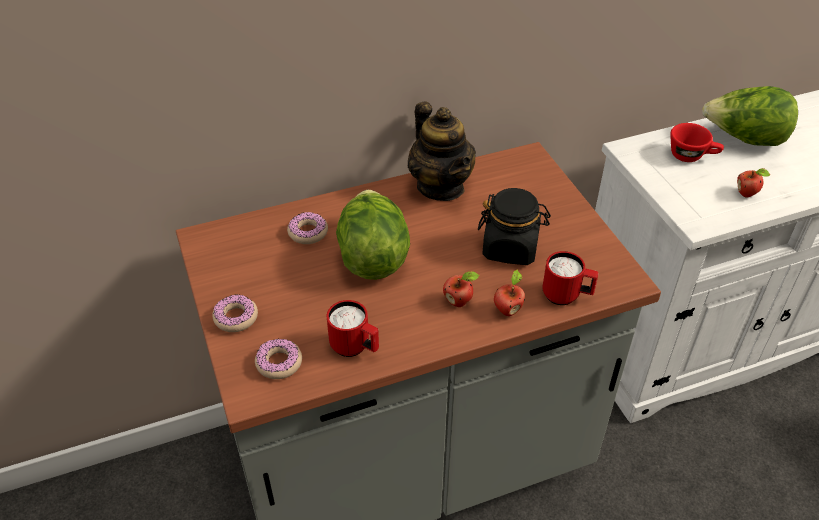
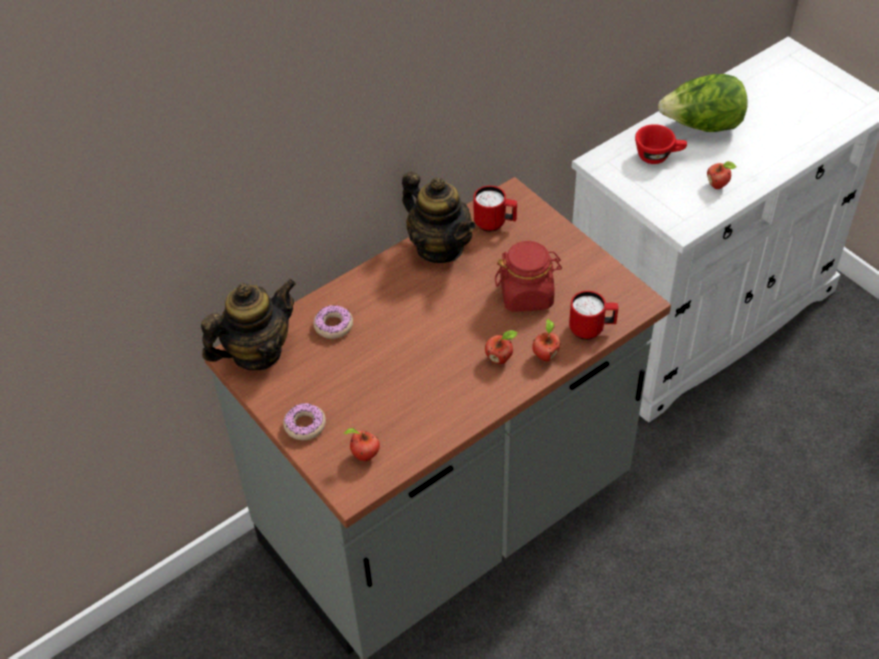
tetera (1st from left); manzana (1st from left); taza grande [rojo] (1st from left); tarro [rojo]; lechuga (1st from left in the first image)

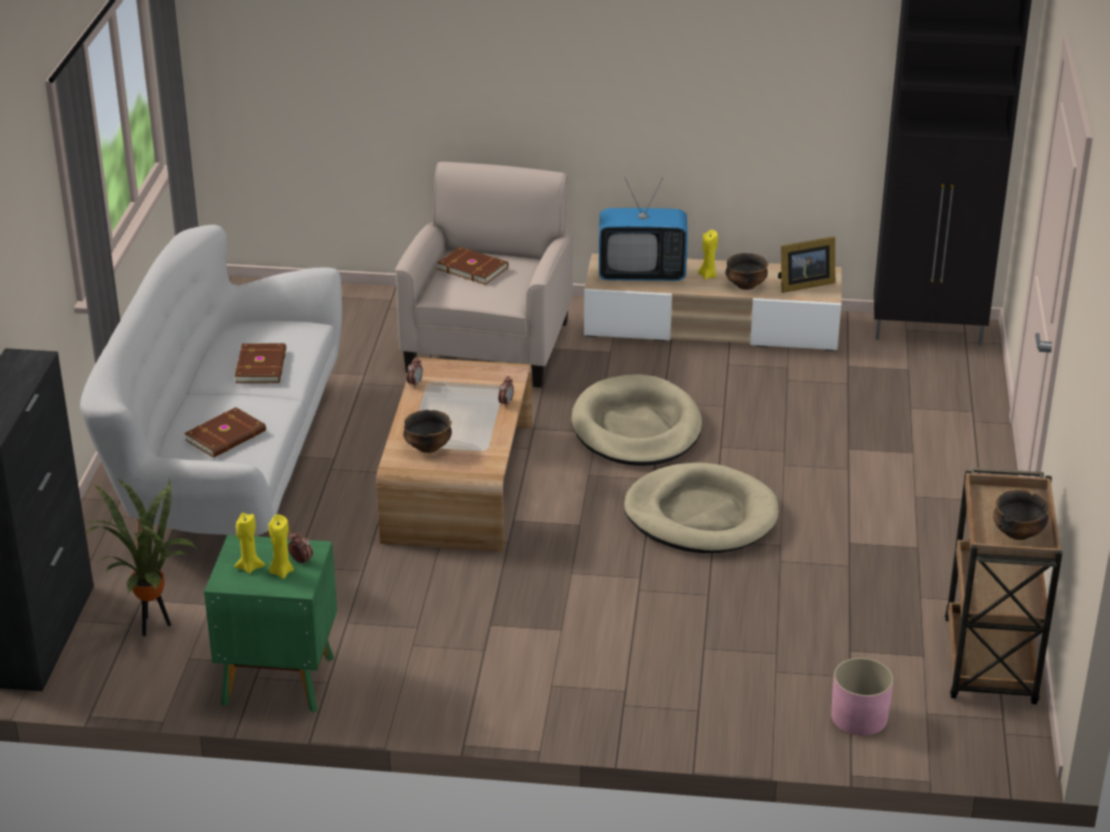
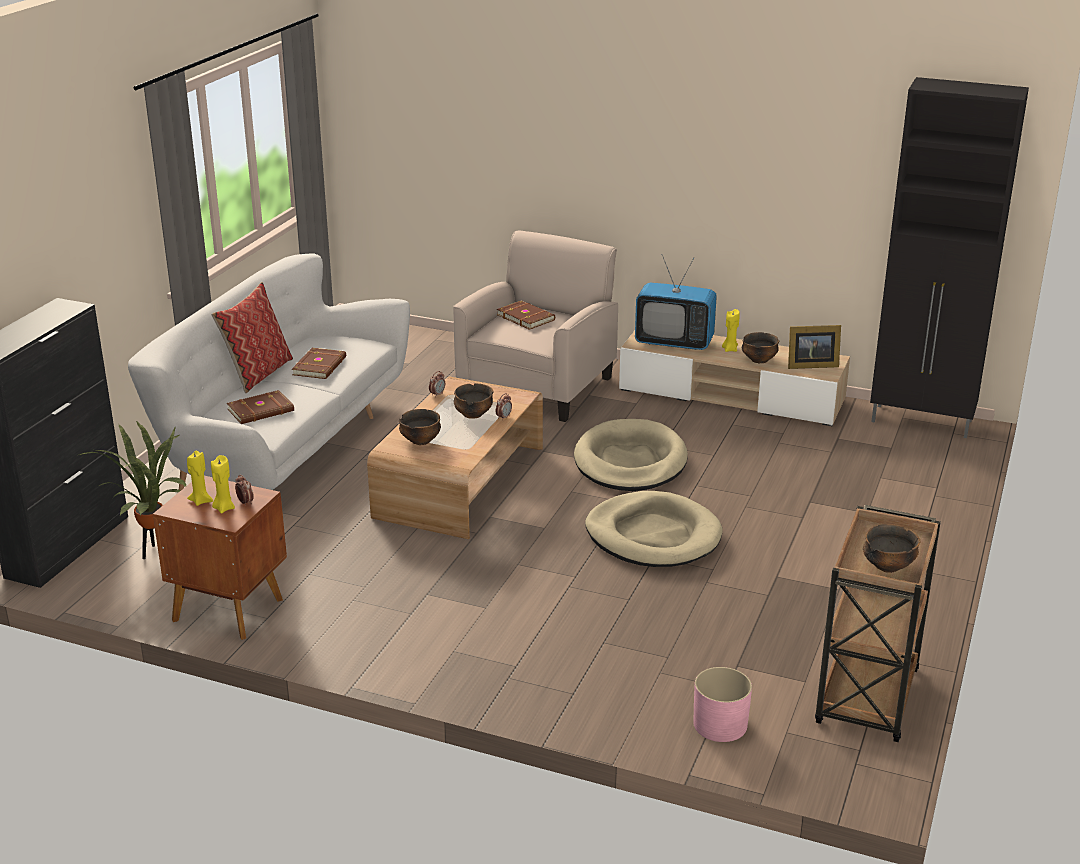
mesita de noche [marrón]; cojín; cuenco (2nd from left)

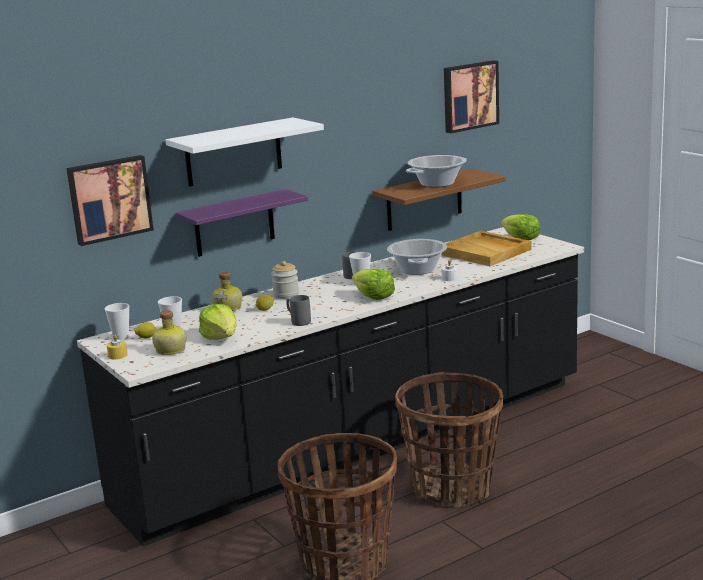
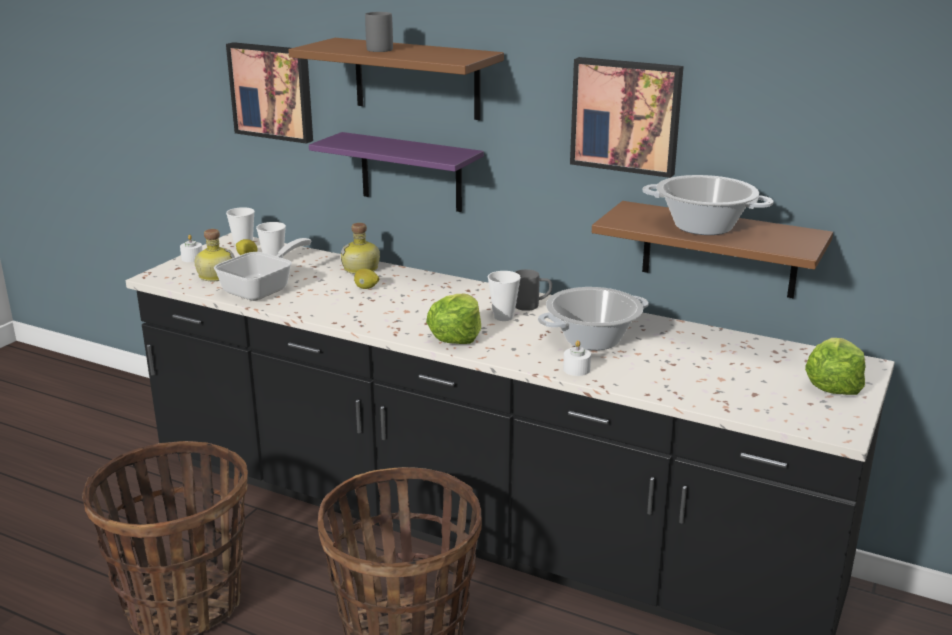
vela [blanco] (1st from left); sartén; estante [marrón] (1st from left); taza grande [gris] (1st from left); cuadro (2nd from left); tarro; bandeja [beis]

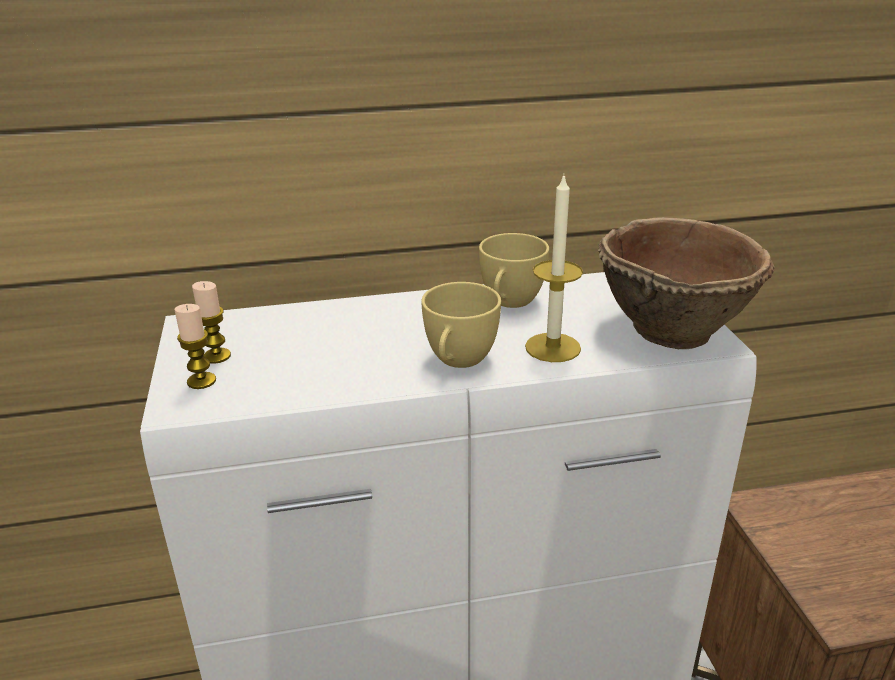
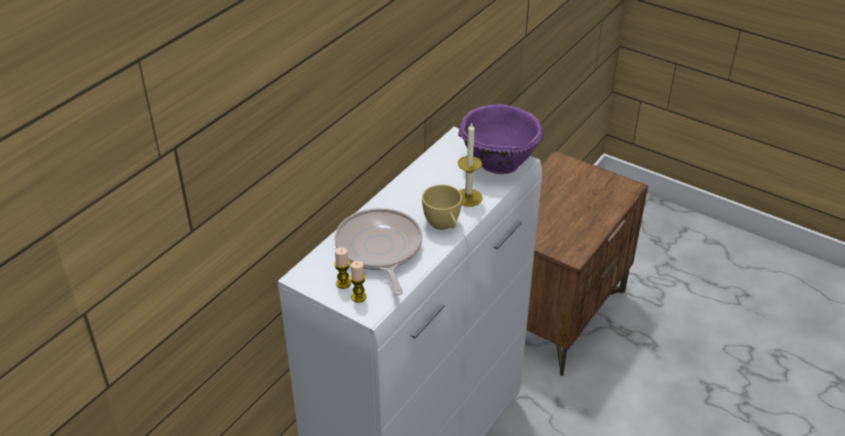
sartén; cuenco [morado]; taza [amarillo] (2nd from left in the first image)

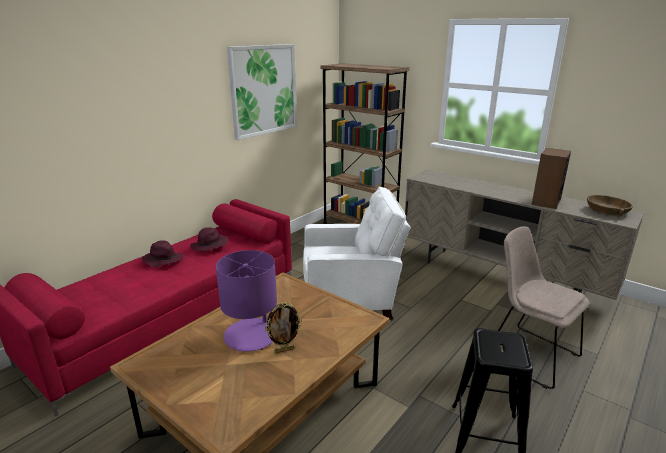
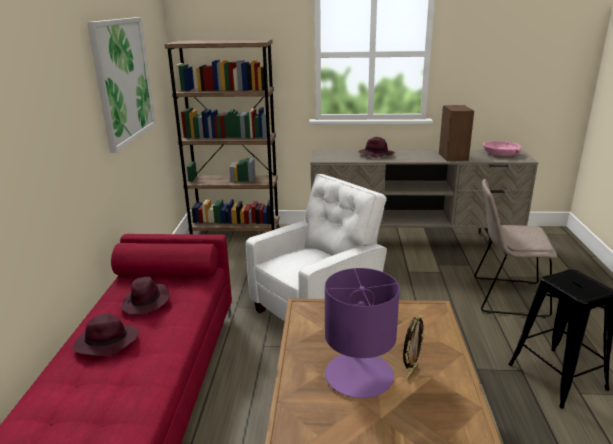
sombrero [morado] (3rd from left); cuenco [rosa]

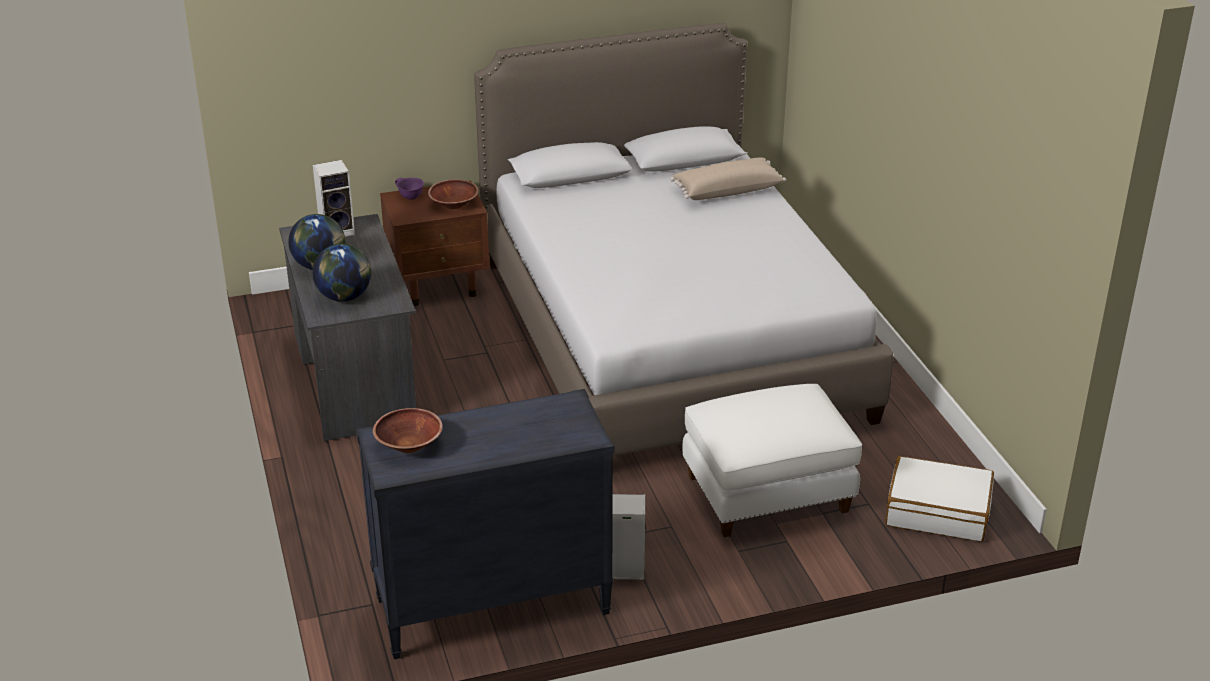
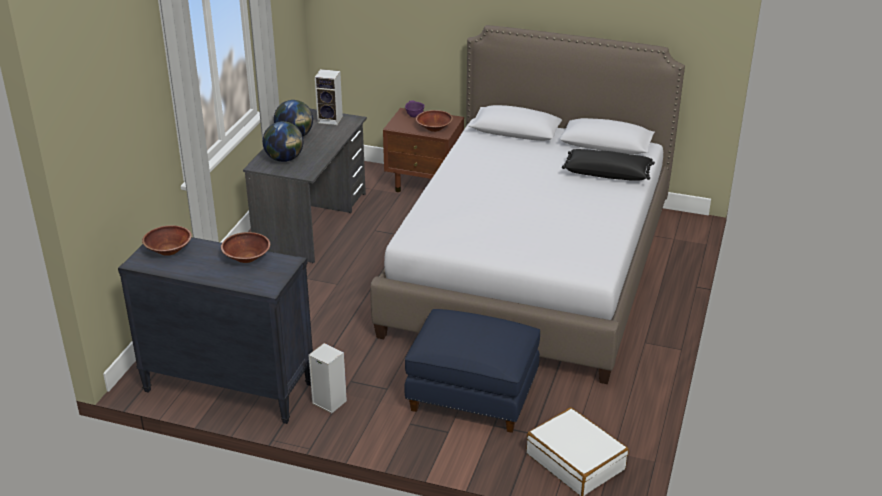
cuenco [marrón] (2nd from left); puf [azul]; cojín [negro]

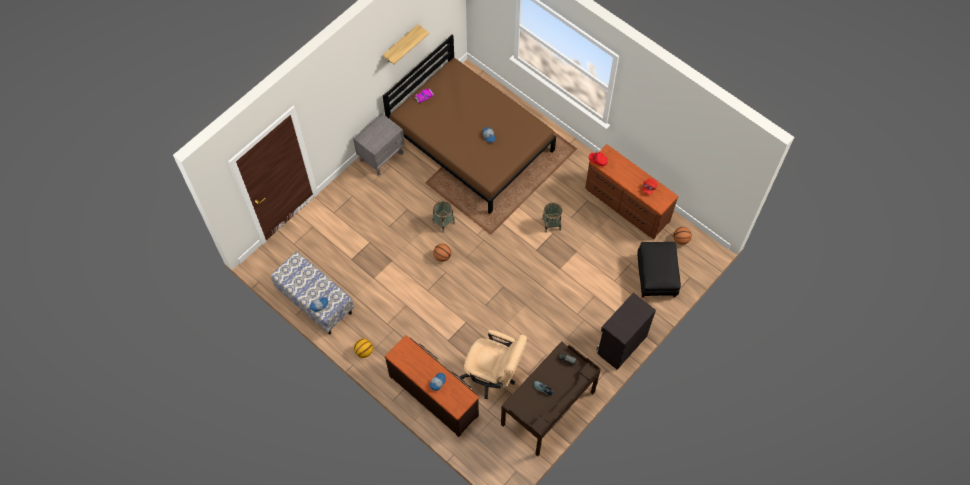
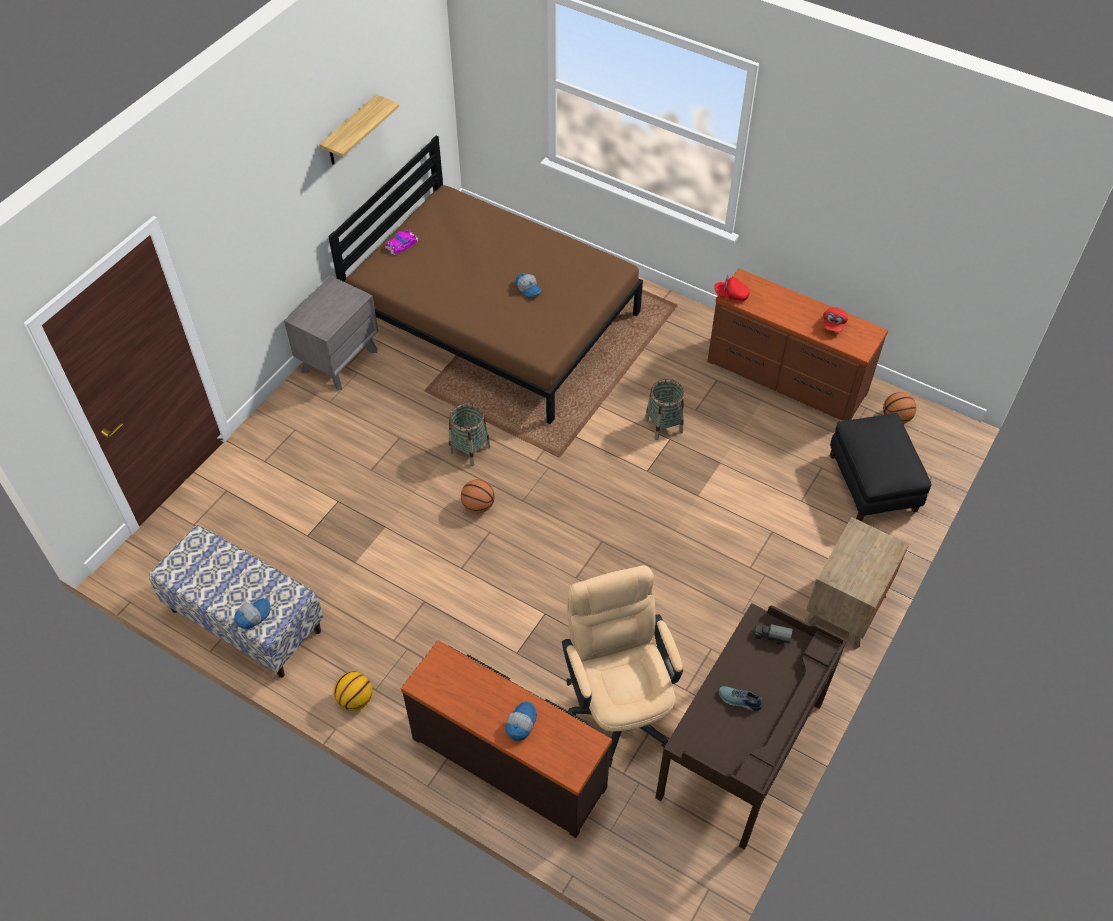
silla de oficina [beis]; mesita de noche [marrón]

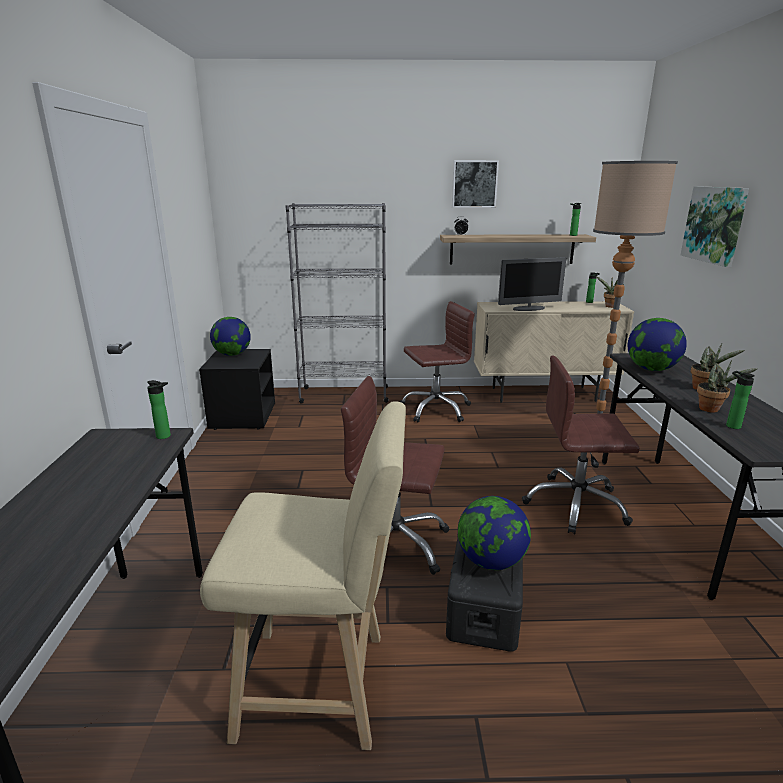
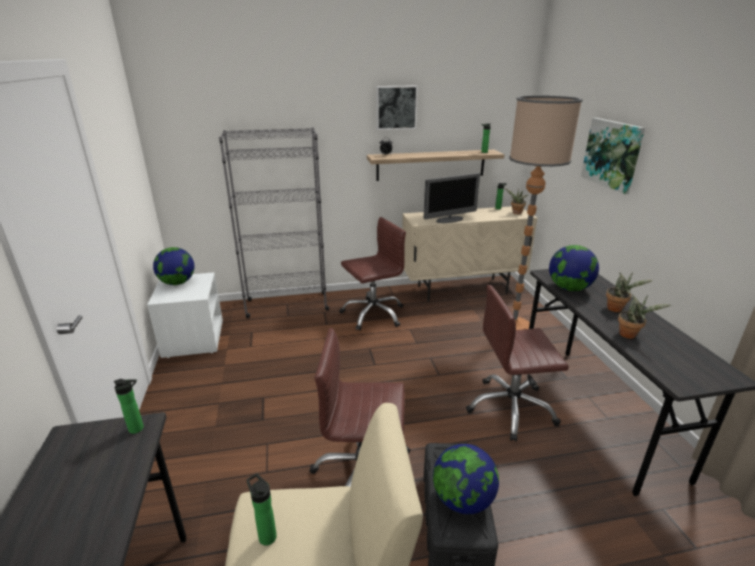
mesita de noche [blanco]; botella (2nd from left)

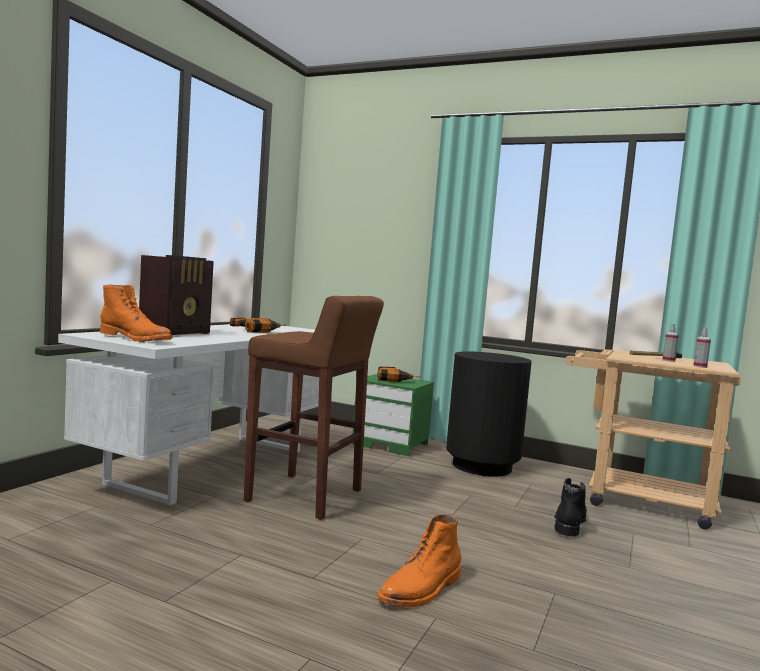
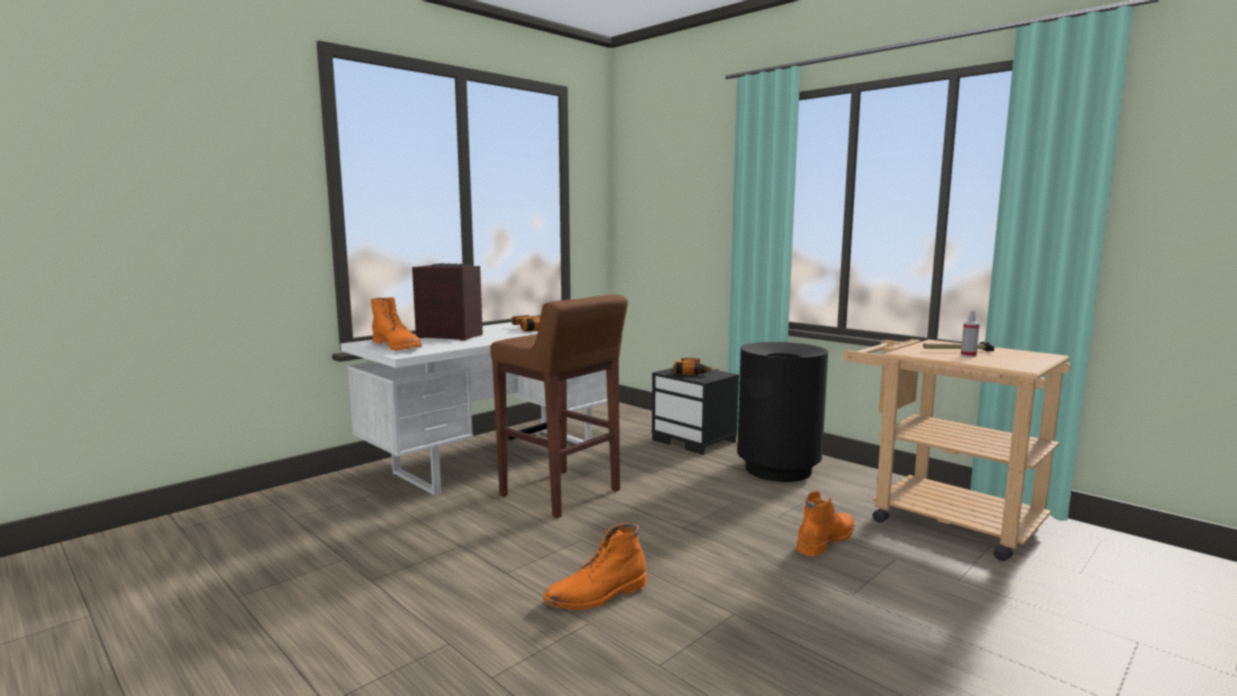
radio; mesita de noche [negro]; bota [naranja] (3rd from left); pulverizador (2nd from left in the first image)

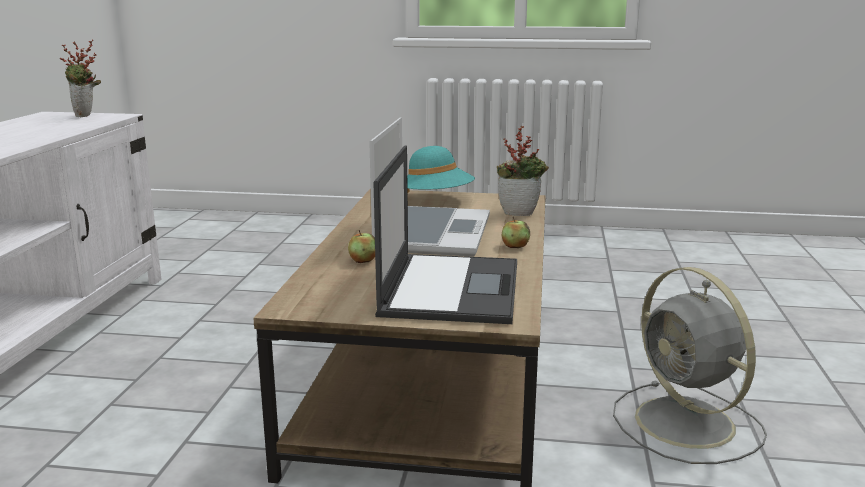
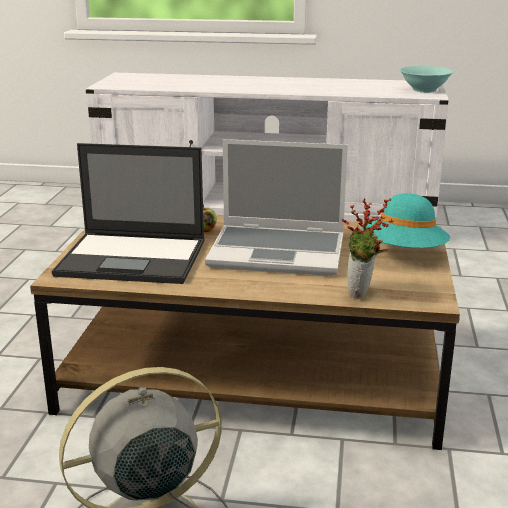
cuenco [turquesa]; manzana (2nd from left in the first image)

